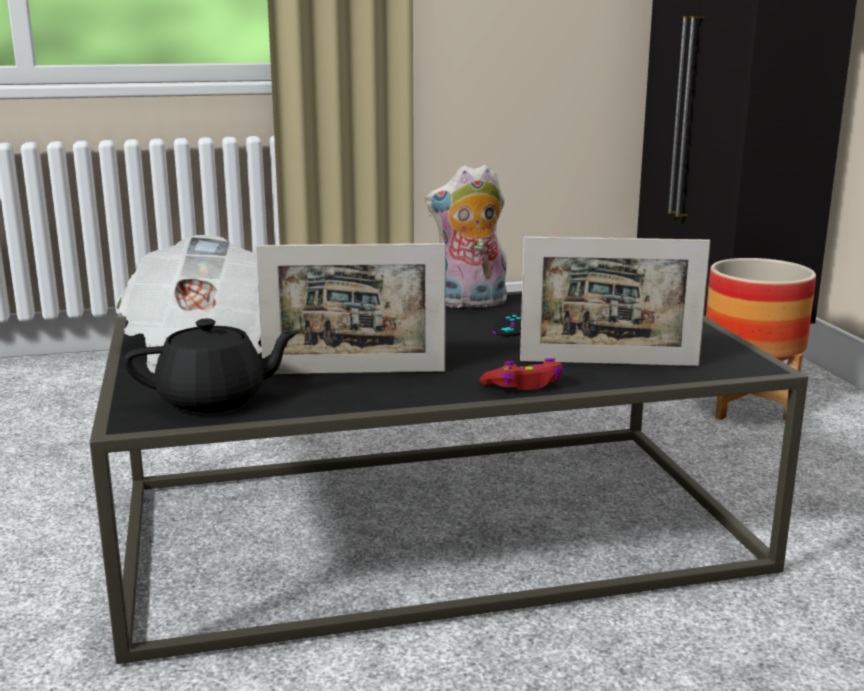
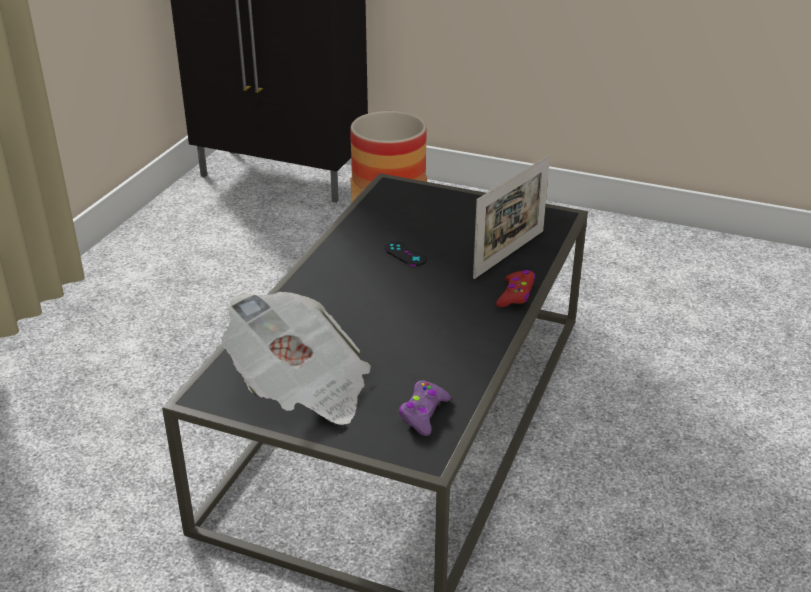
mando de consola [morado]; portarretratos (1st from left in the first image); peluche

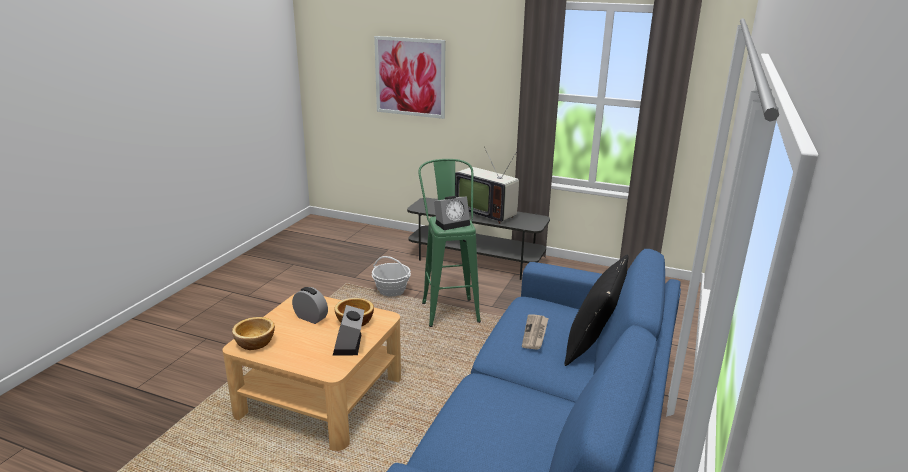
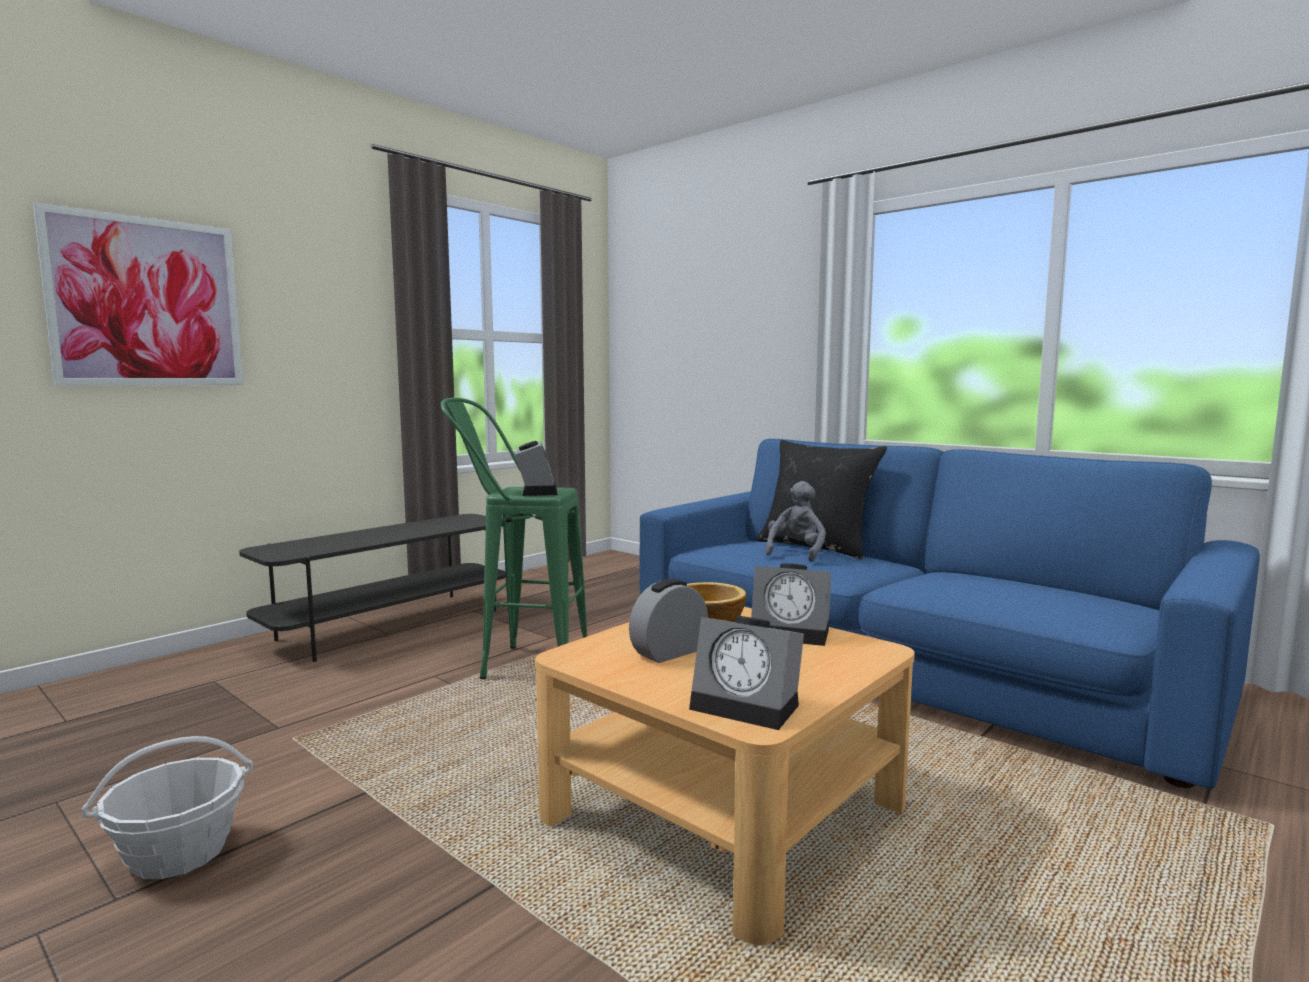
cesta; despertador (3rd from left); peluche [gris]; televisor

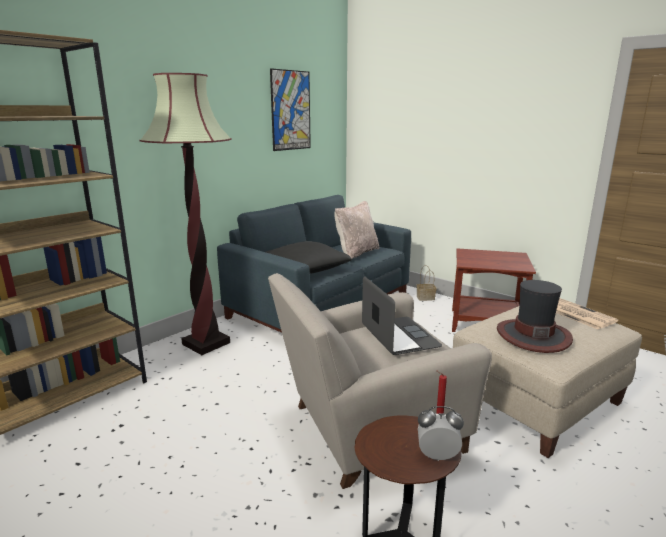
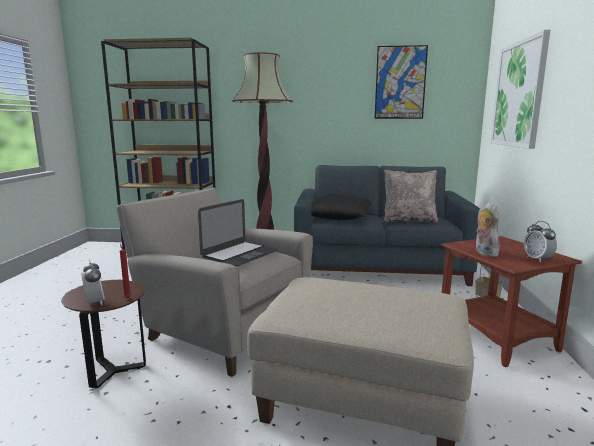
peluche; cuadro (2nd from left); despertador (2nd from left); sombrero; periódico

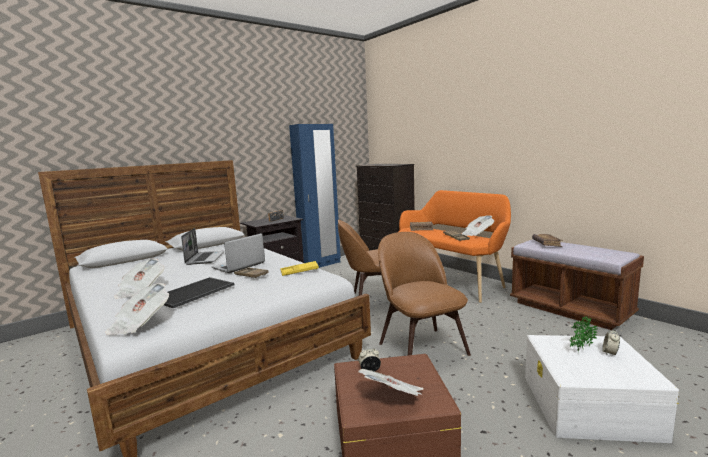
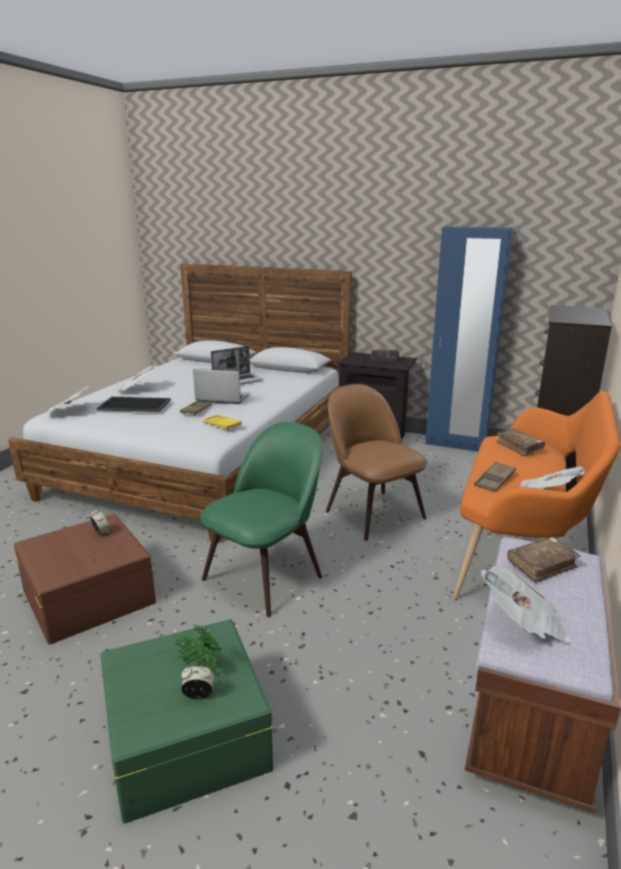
caja de almacenaje [verde]; silla [verde]; periódico (3rd from left)

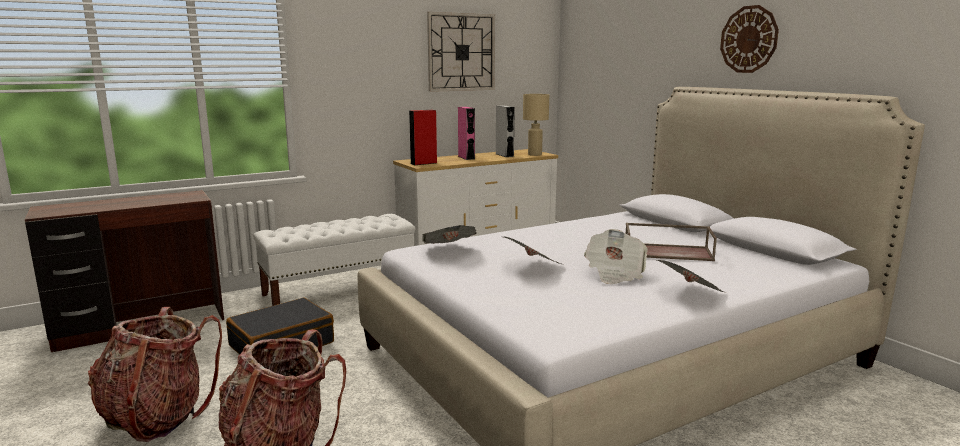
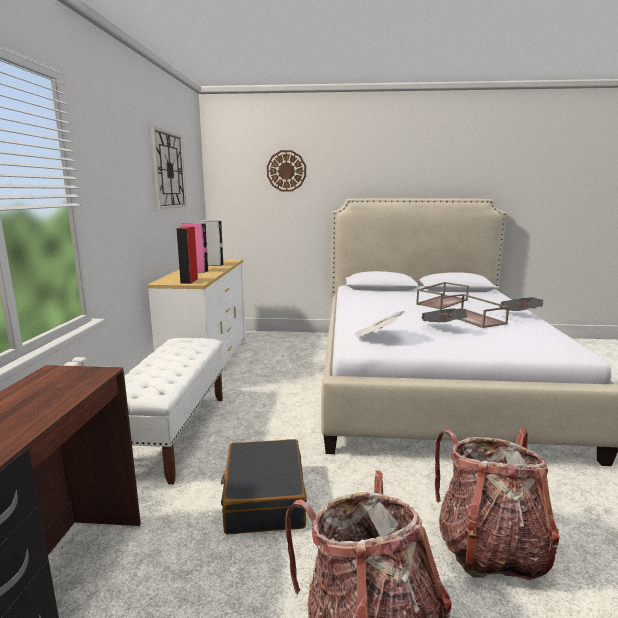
reloj de pared (2nd from left); bandeja [marrón] (2nd from left); lámpara de mesa [beis]

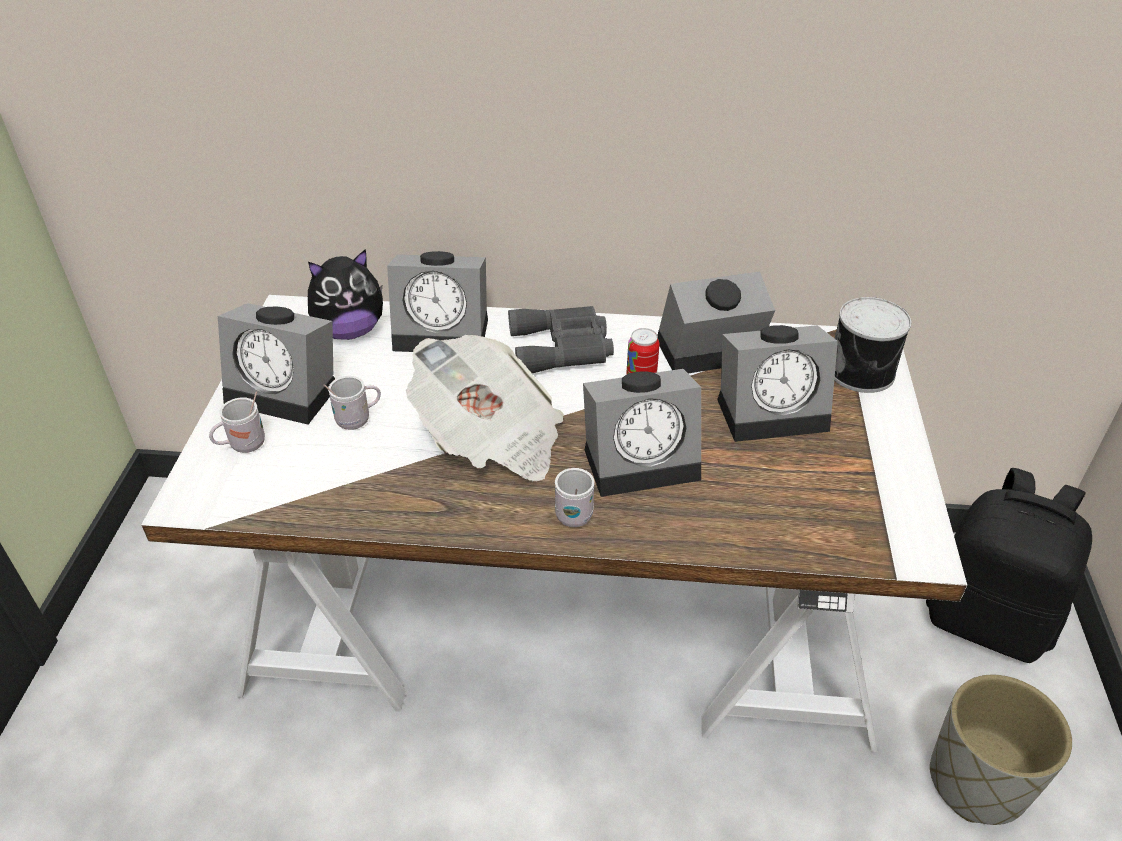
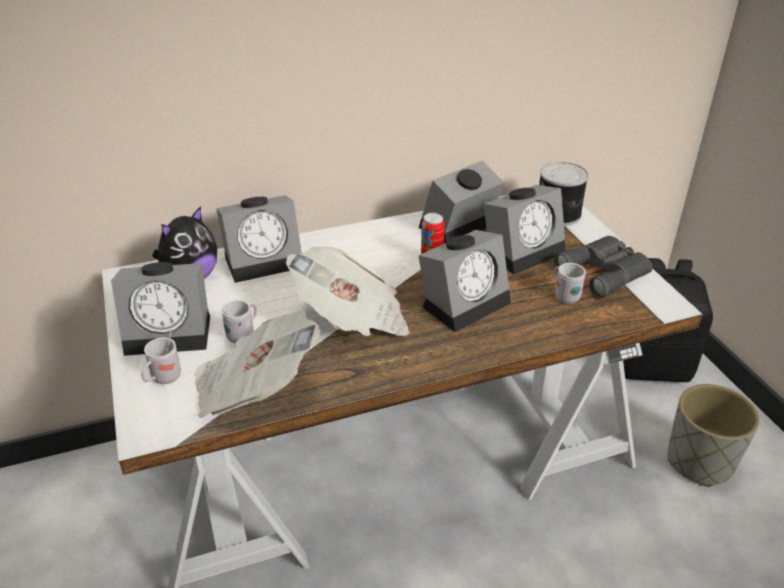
periódico (1st from left); prismáticos [gris]; taza grande [blanco] (3rd from left)

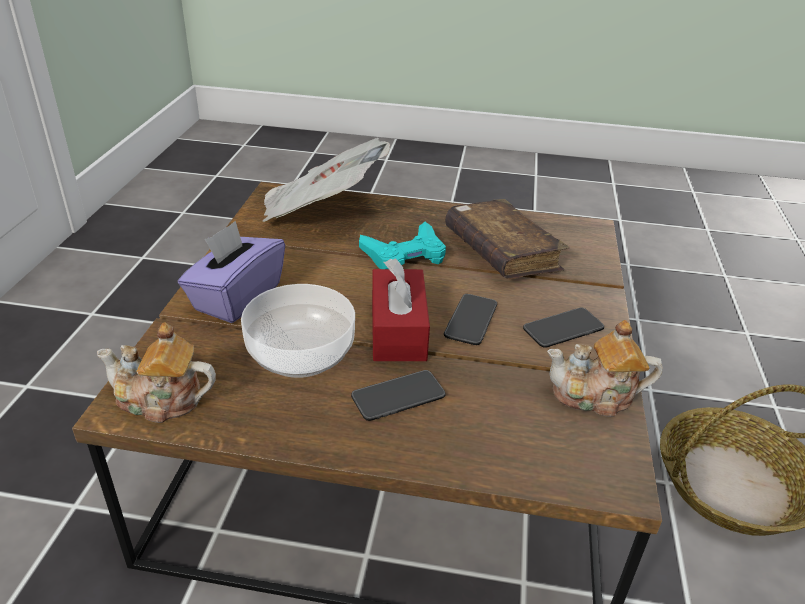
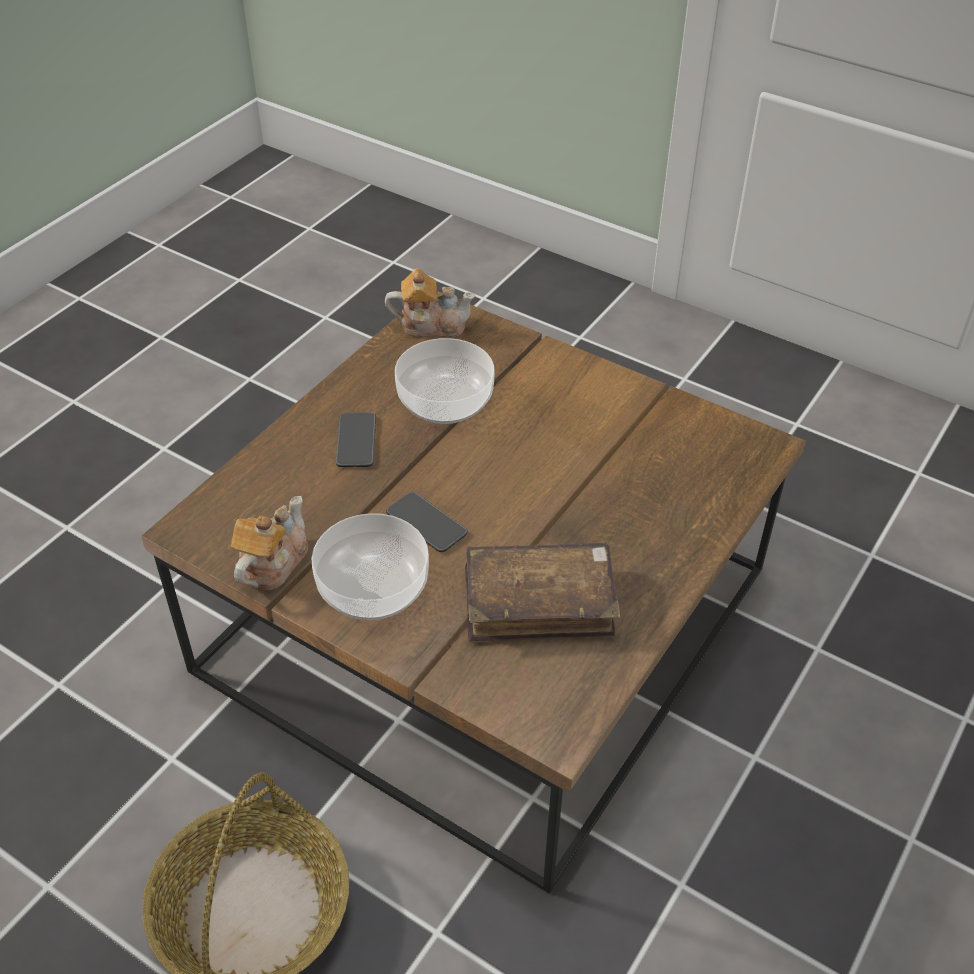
cuenco (1st from left); tetera (2nd from left); caja de pañuelos [morado]; periódico; mando de consola [turquesa]; caja de pañuelos [rojo]

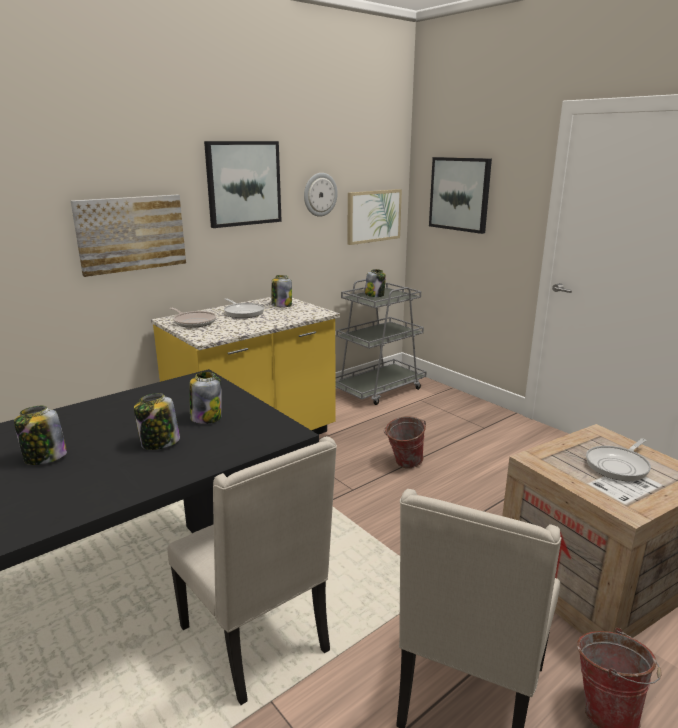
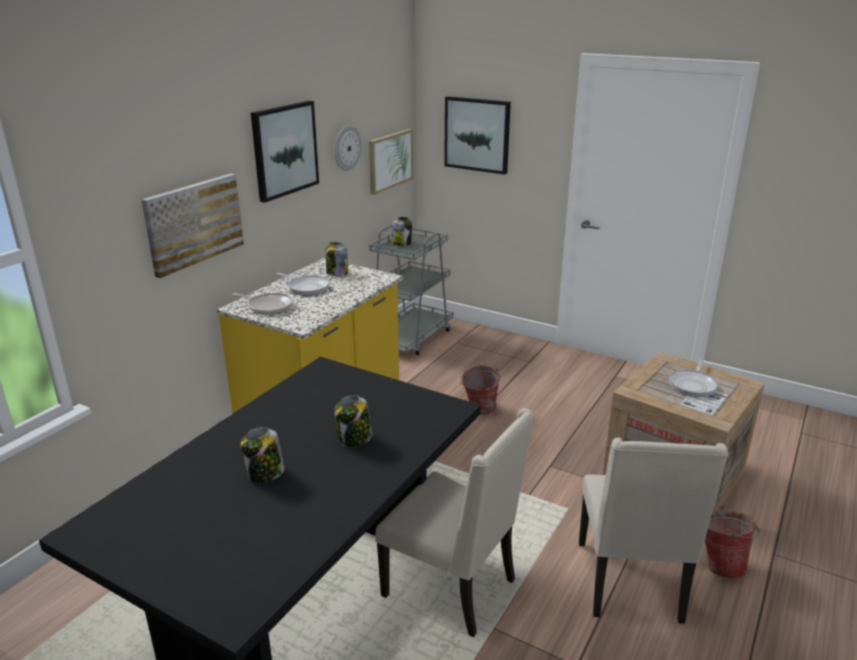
tarro (3rd from left in the first image)

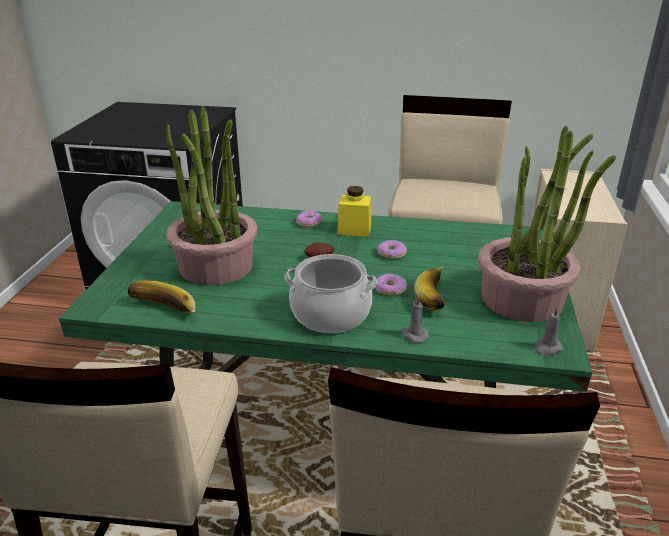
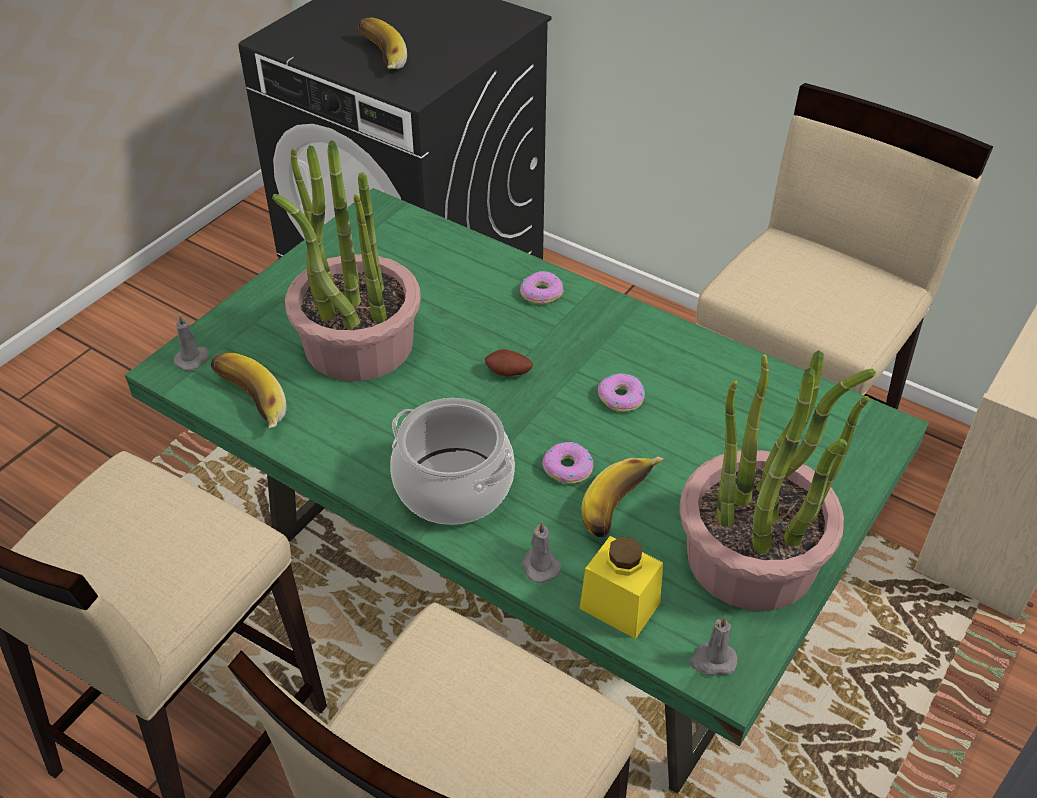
vela [gris] (1st from left); plátano (2nd from left); tarro [amarillo]

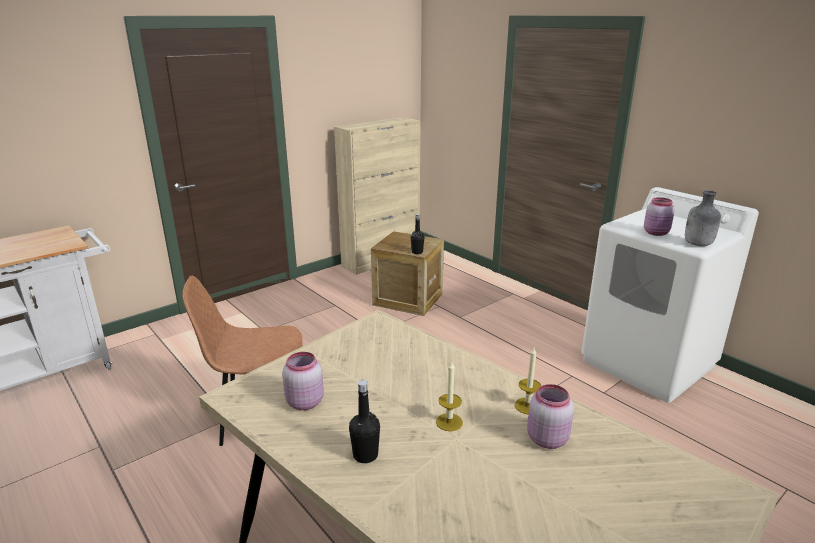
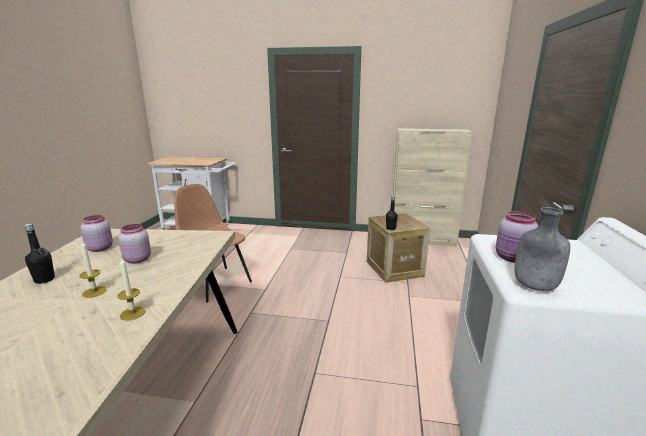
tarro [rosa] (2nd from left)

